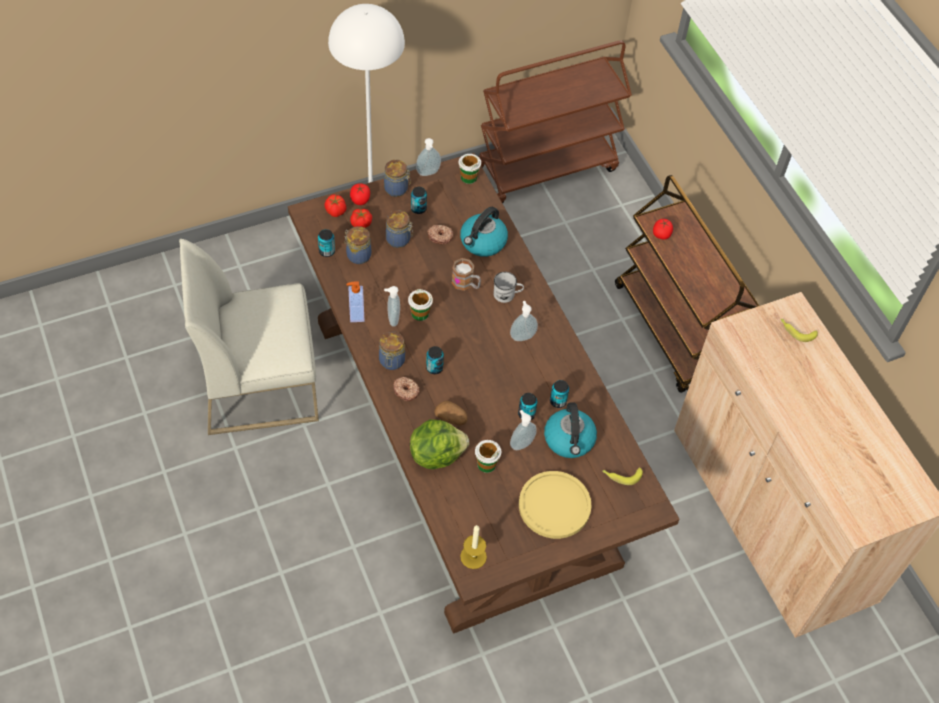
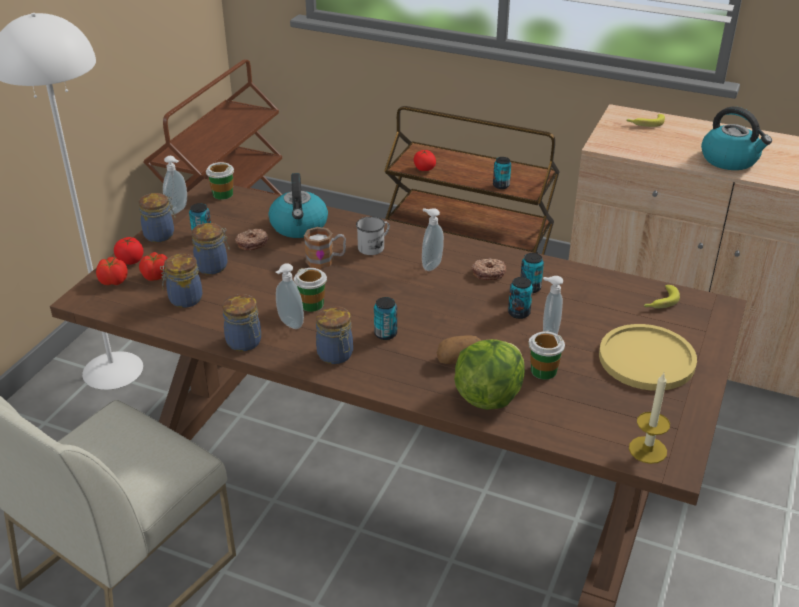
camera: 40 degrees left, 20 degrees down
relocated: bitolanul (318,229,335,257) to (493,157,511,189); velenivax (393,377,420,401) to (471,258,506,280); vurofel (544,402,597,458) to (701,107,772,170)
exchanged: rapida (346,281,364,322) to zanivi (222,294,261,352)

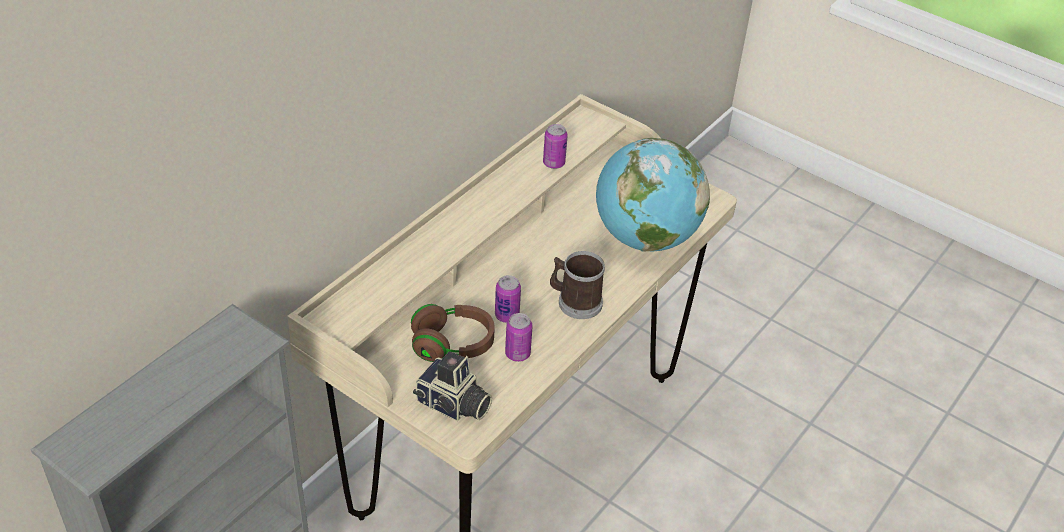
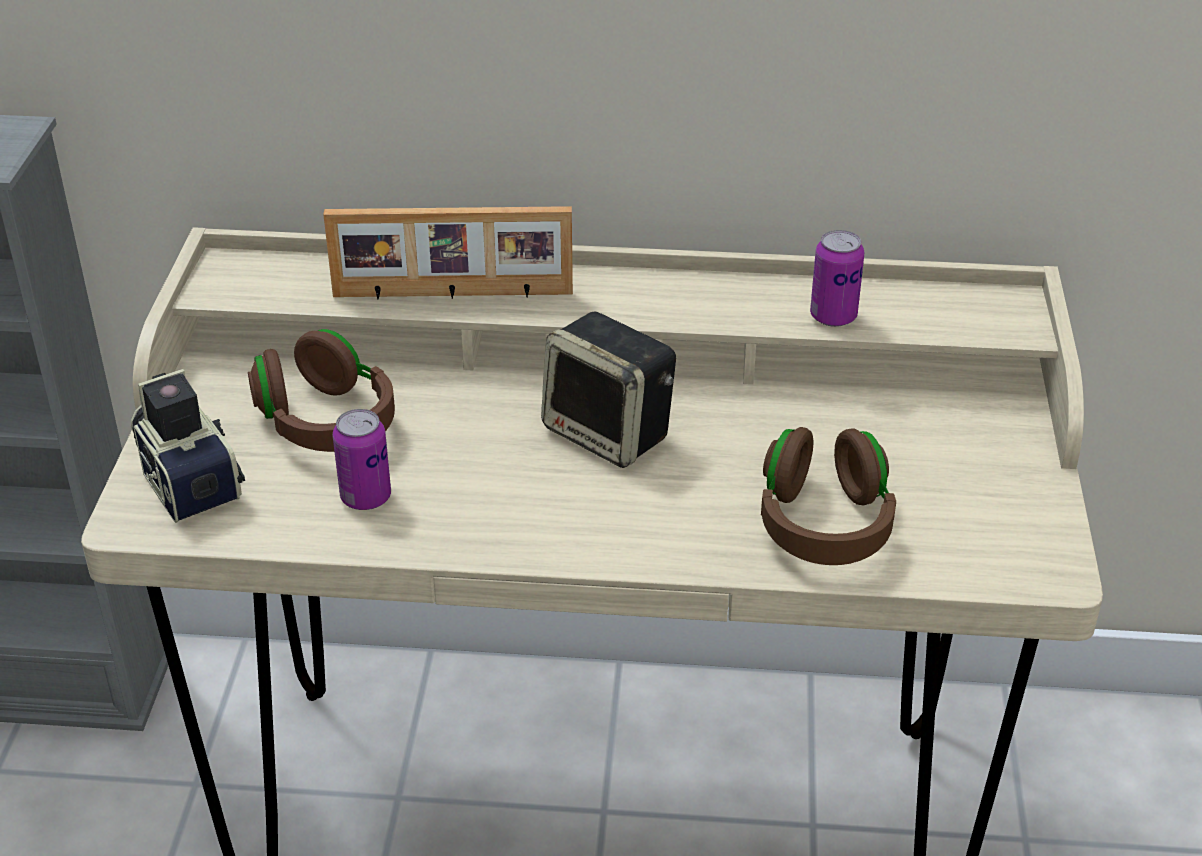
camera: 60 degrees right, 5 degrees down
missing: bitolanul (495,275,521,323); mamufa (550,251,605,319)
appeared: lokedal (323,206,573,299); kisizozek (541,312,676,468)
exchanged: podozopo (596,138,710,251) to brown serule (761,427,896,565)
spun: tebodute (413,351,492,421) = (131,369,245,523) 150 degrees clockwise

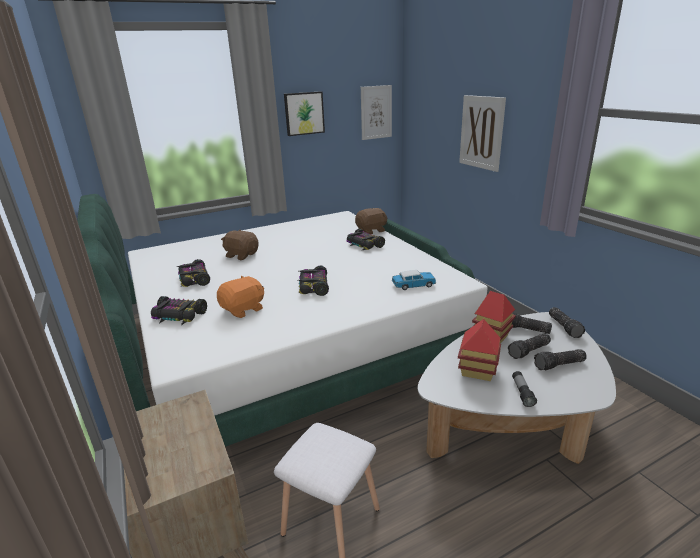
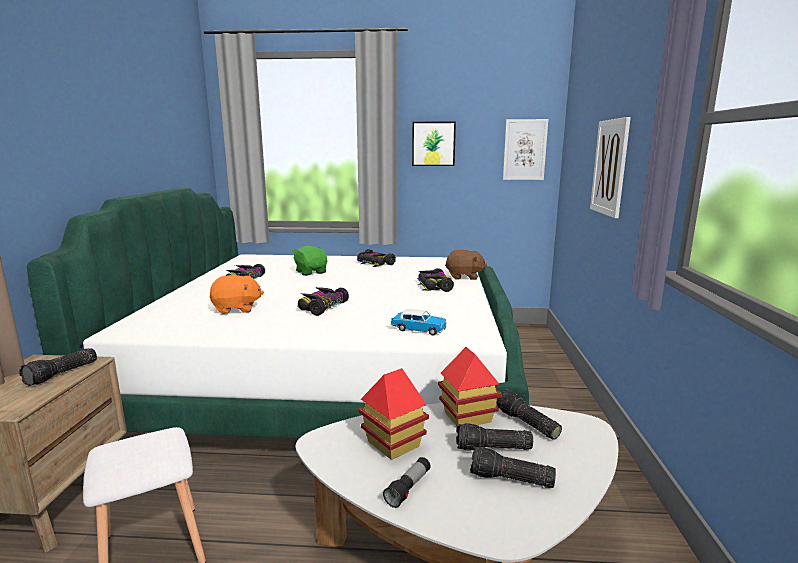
camera: 30 degrees right, 10 degrees down
relocated: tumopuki (151,296,207,325) to (357,249,396,267); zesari (549,307,585,338) to (19,348,97,386)
colour: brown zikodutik (221,229,259,260) to green zikodutik (292,246,327,276)

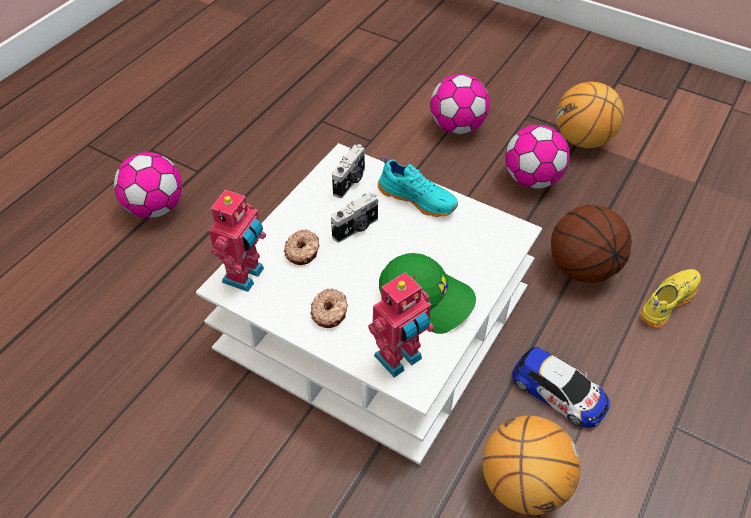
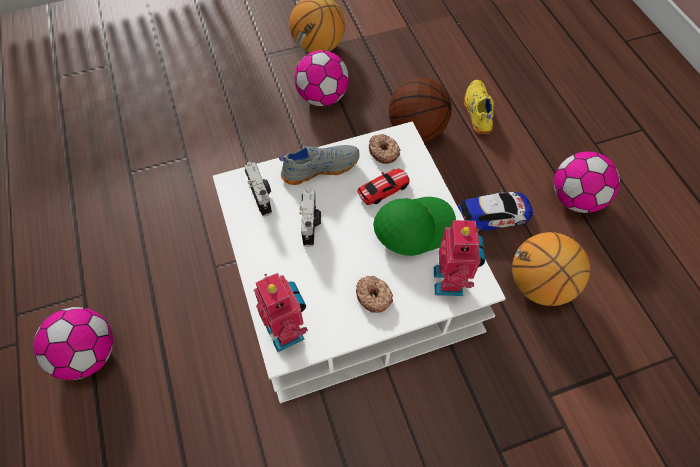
camera: 50 degrees left, 10 degrees up
appeared: tumopuki (357,169,410,205)
relocated: velenivax (284,229,320,265) to (369,134,400,164); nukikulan (430,74,490,134) to (554,152,620,213)
colour: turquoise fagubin (378,156,458,217) to grey fagubin (279,145,359,185)

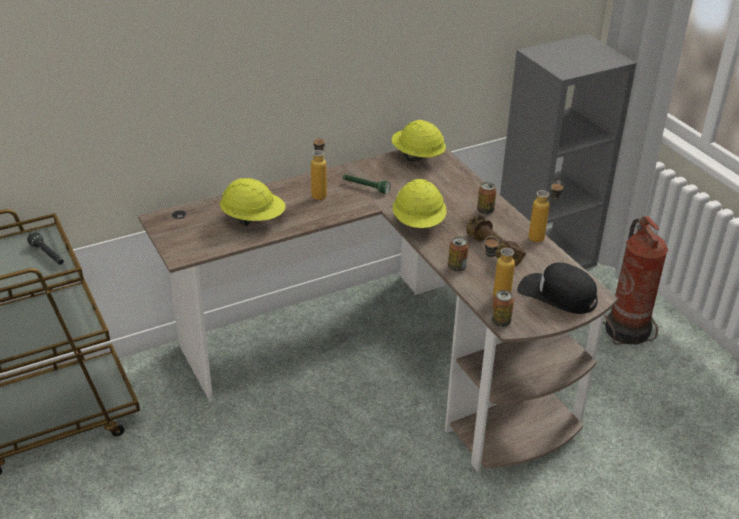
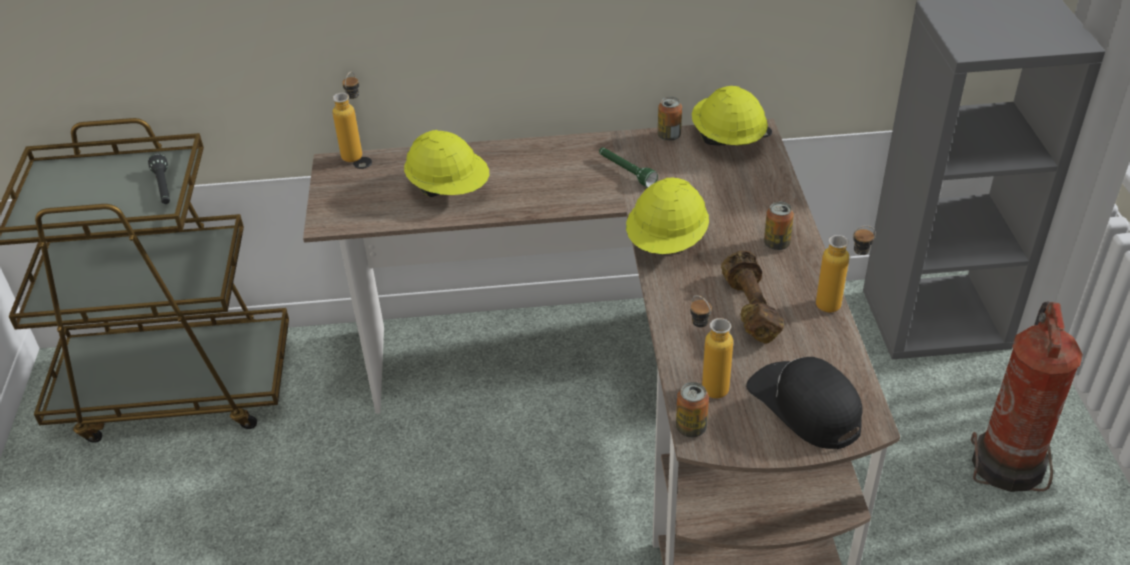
camera: 25 degrees right, 5 degrees up
relocated: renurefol (311,135,327,200) to (332,71,362,162); bitolanul (448,237,469,272) to (658,97,682,141)

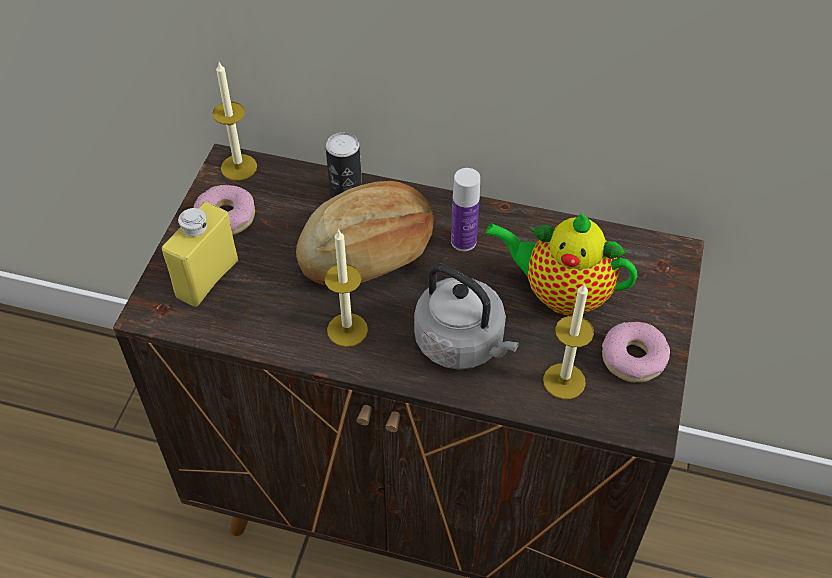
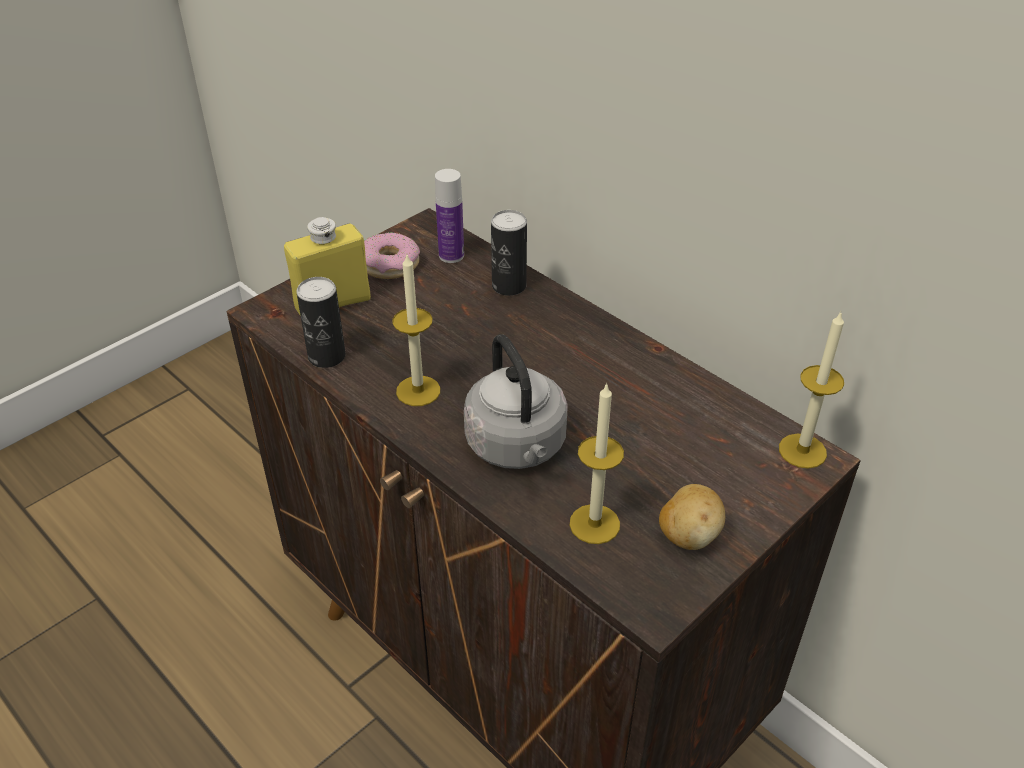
camera: 30 degrees right, 10 degrees down
missing: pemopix (296,181,434,286); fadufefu (485,212,637,316)
appeared: bitolanul (296,277,346,368)
relocated: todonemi (212,62,257,181) to (779,312,844,469); renurefol (451,168,480,251) to (435,169,464,263)
exchanged: velenivax (602,322,670,383) to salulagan (659,484,725,550)

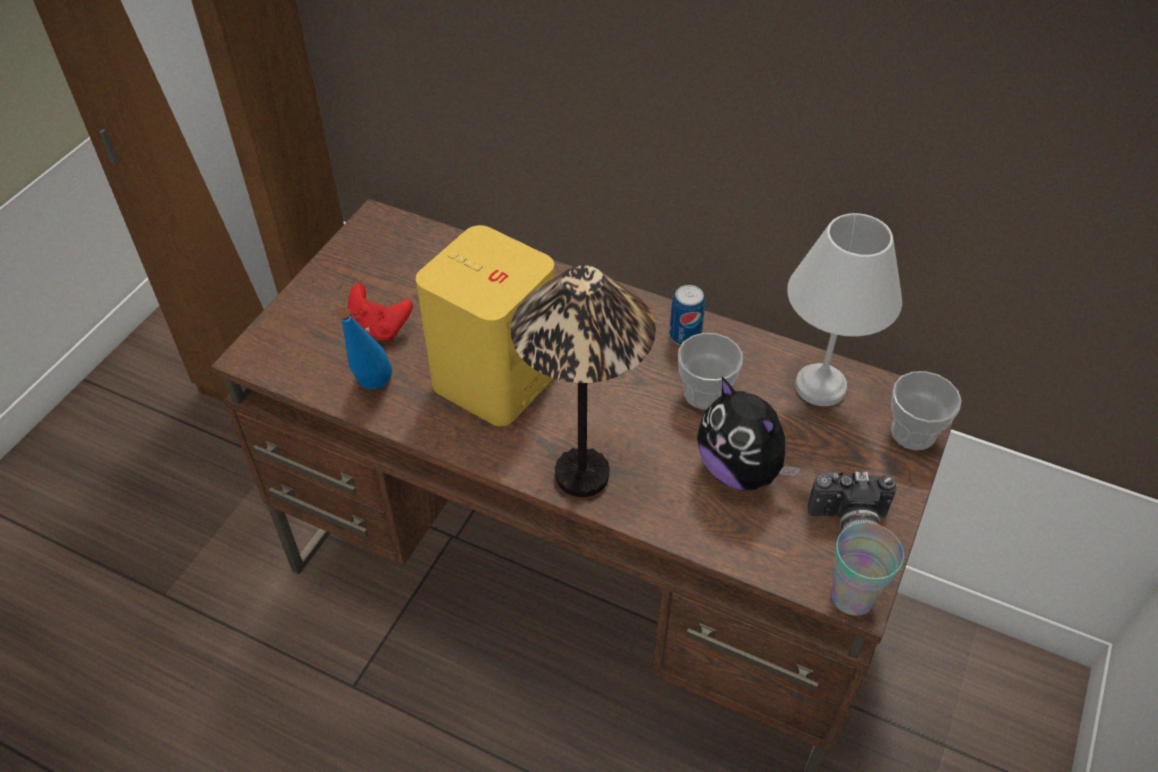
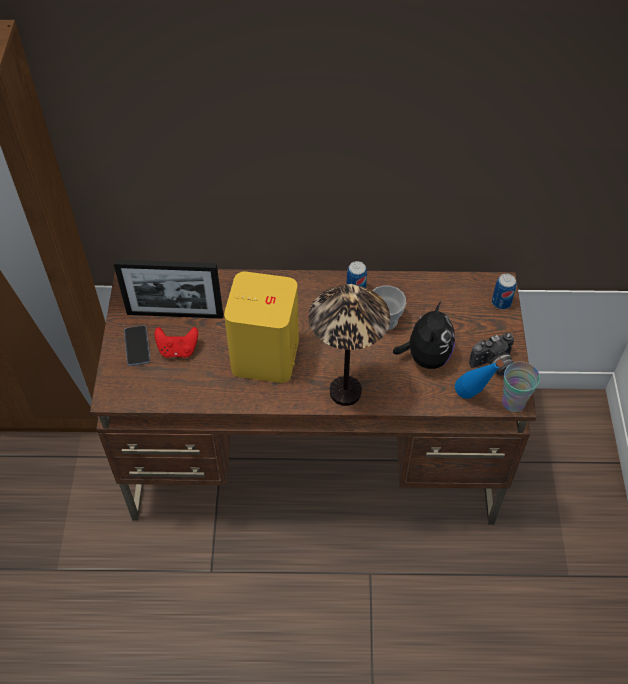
camera: 25 degrees left, 5 degrees up
missing: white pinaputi (787,213,902,406)
appeared: lokedal (114,260,223,319); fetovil (124,325,150,366)
relocated: blue renurefol (337,307,392,389) to (455,359,504,399)
exchanged: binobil (891,371,962,450) to bitolanul (492,274,517,309)
spun: zikodutik (697,377,801,490) = (393,302,455,369) 105 degrees counterclockwise

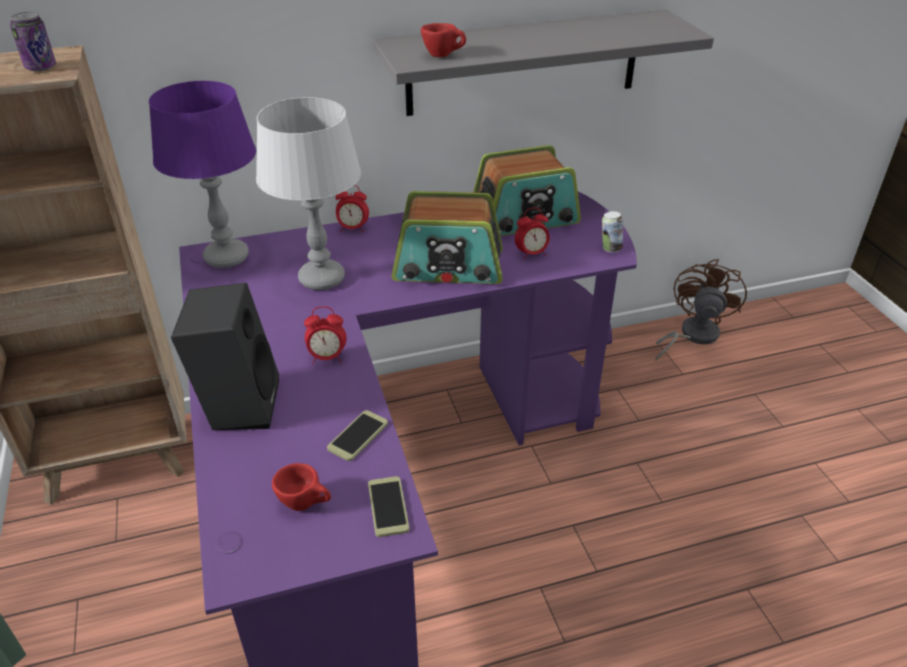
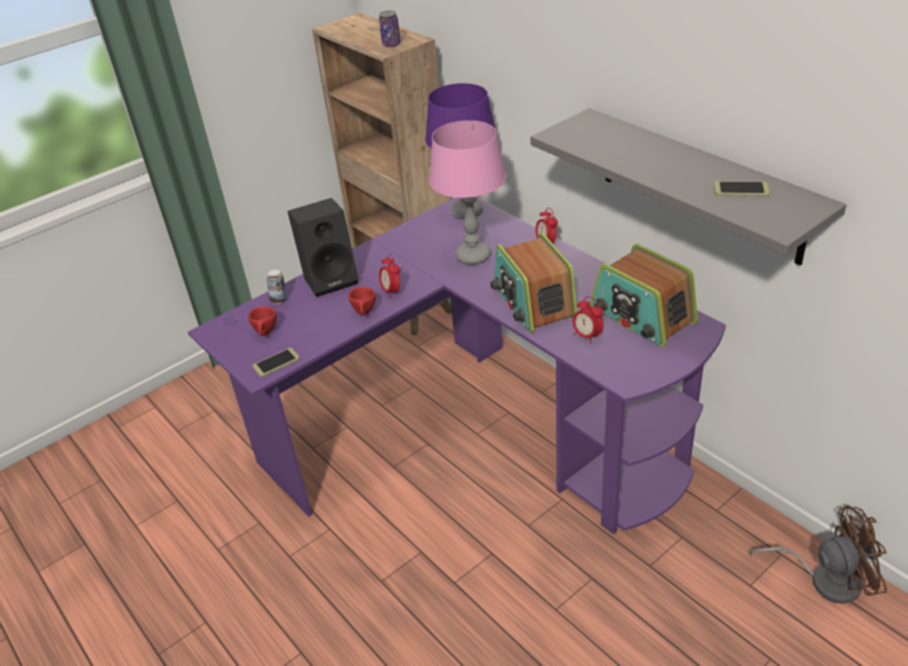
camera: 70 degrees right, 0 degrees up
relocated: fetovil (327,410,388,461) to (714,181,770,197); red binobil (421,23,466,57) to (349,287,376,316); bitolanul (602,211,623,253) to (266,270,286,304)
colour: grey pinaputi (256,97,361,290) to pink pinaputi (429,120,506,265)

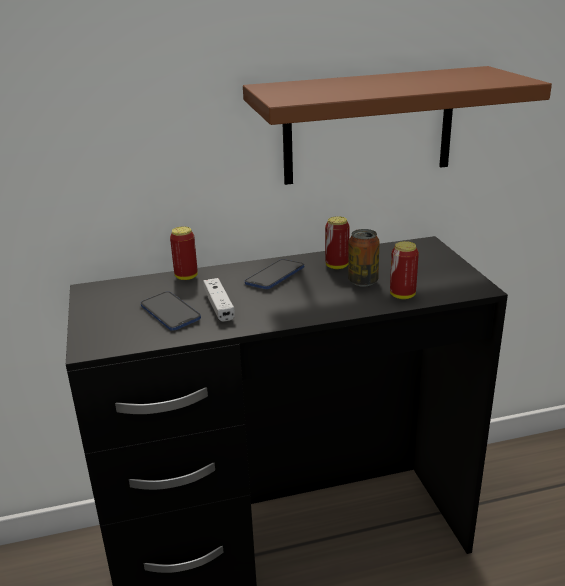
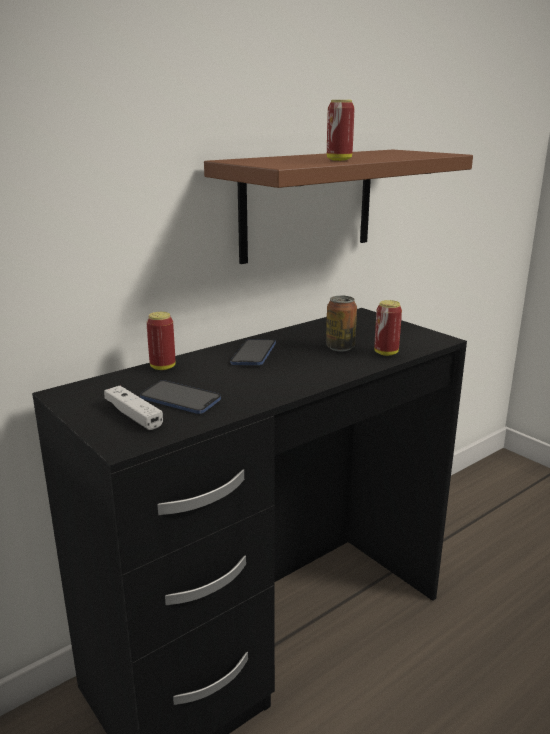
camera: 25 degrees left, 5 degrees down
relocated: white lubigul (203,278,235,322) to (104,386,163,430); bitolanul (325,216,350,269) to (327,100,355,161)

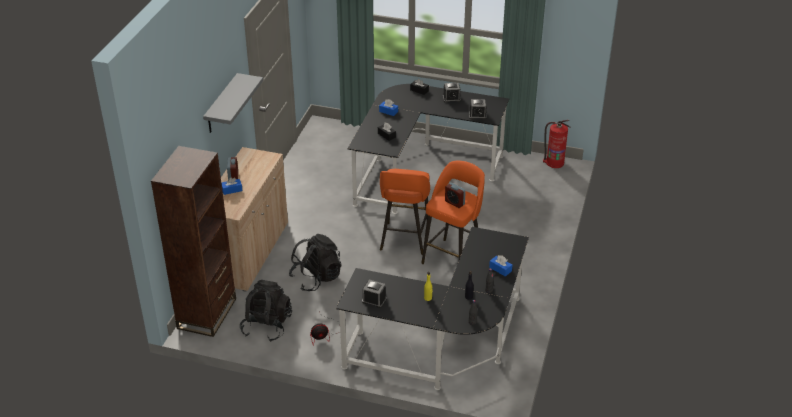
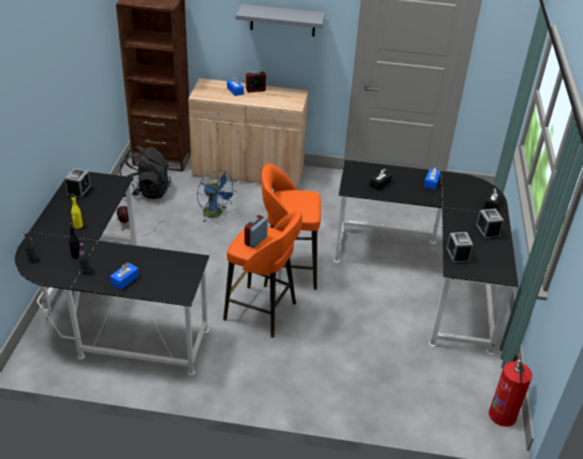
camera: 80 degrees right, 0 degrees up
exchanged: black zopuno (289,234,341,291) to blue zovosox (197,170,237,222)

